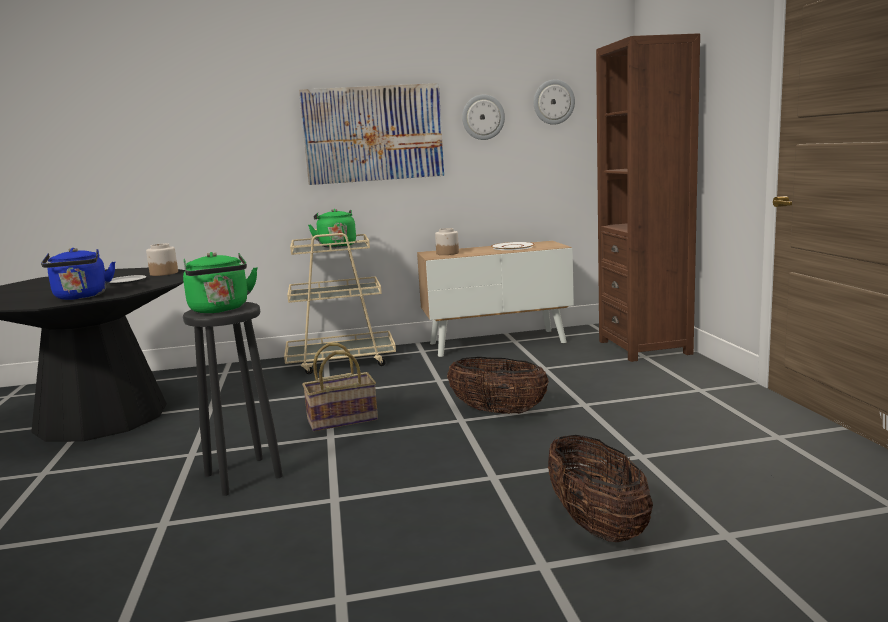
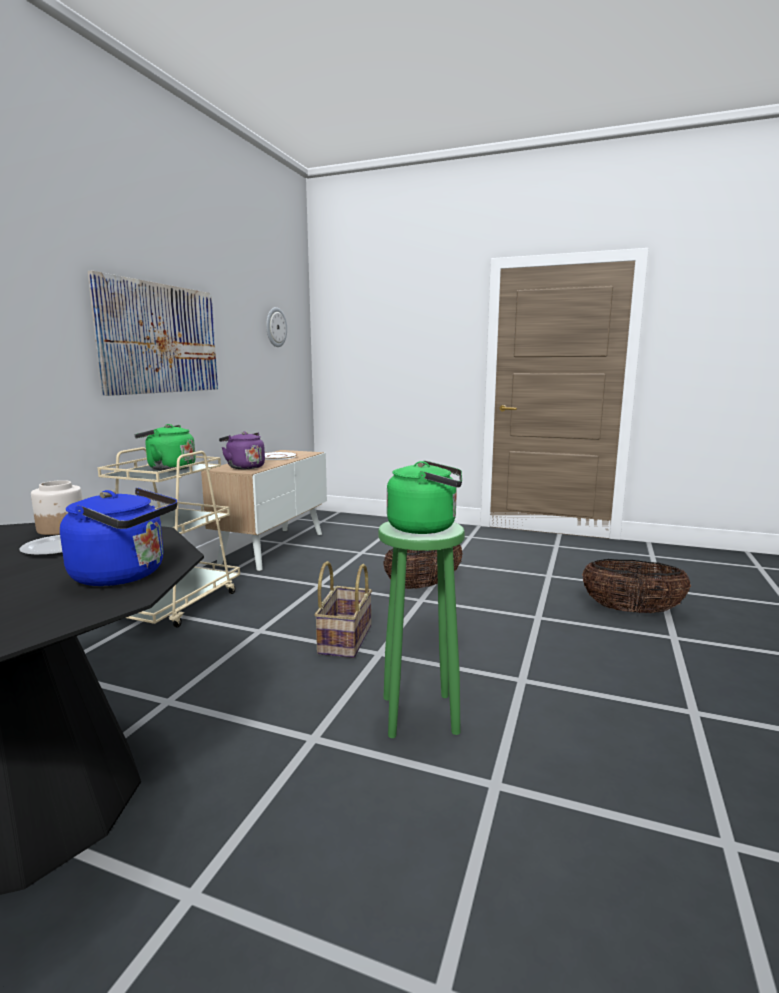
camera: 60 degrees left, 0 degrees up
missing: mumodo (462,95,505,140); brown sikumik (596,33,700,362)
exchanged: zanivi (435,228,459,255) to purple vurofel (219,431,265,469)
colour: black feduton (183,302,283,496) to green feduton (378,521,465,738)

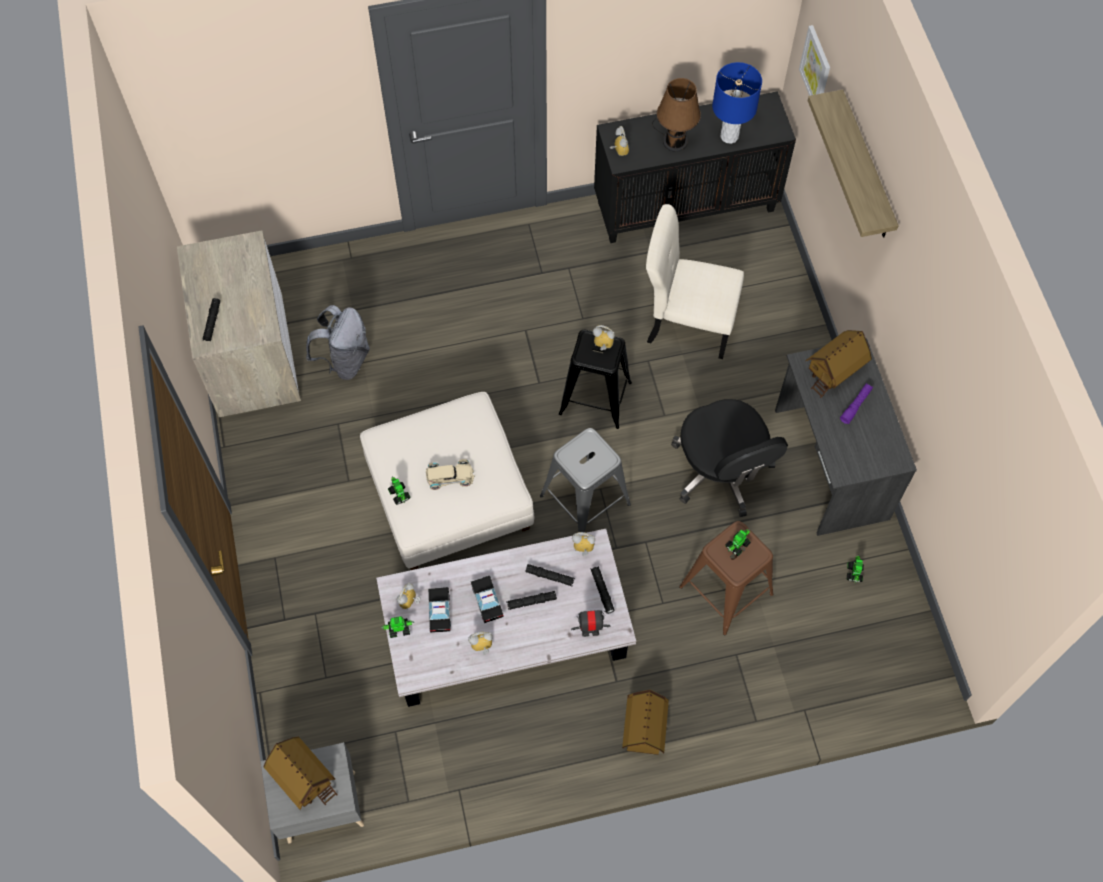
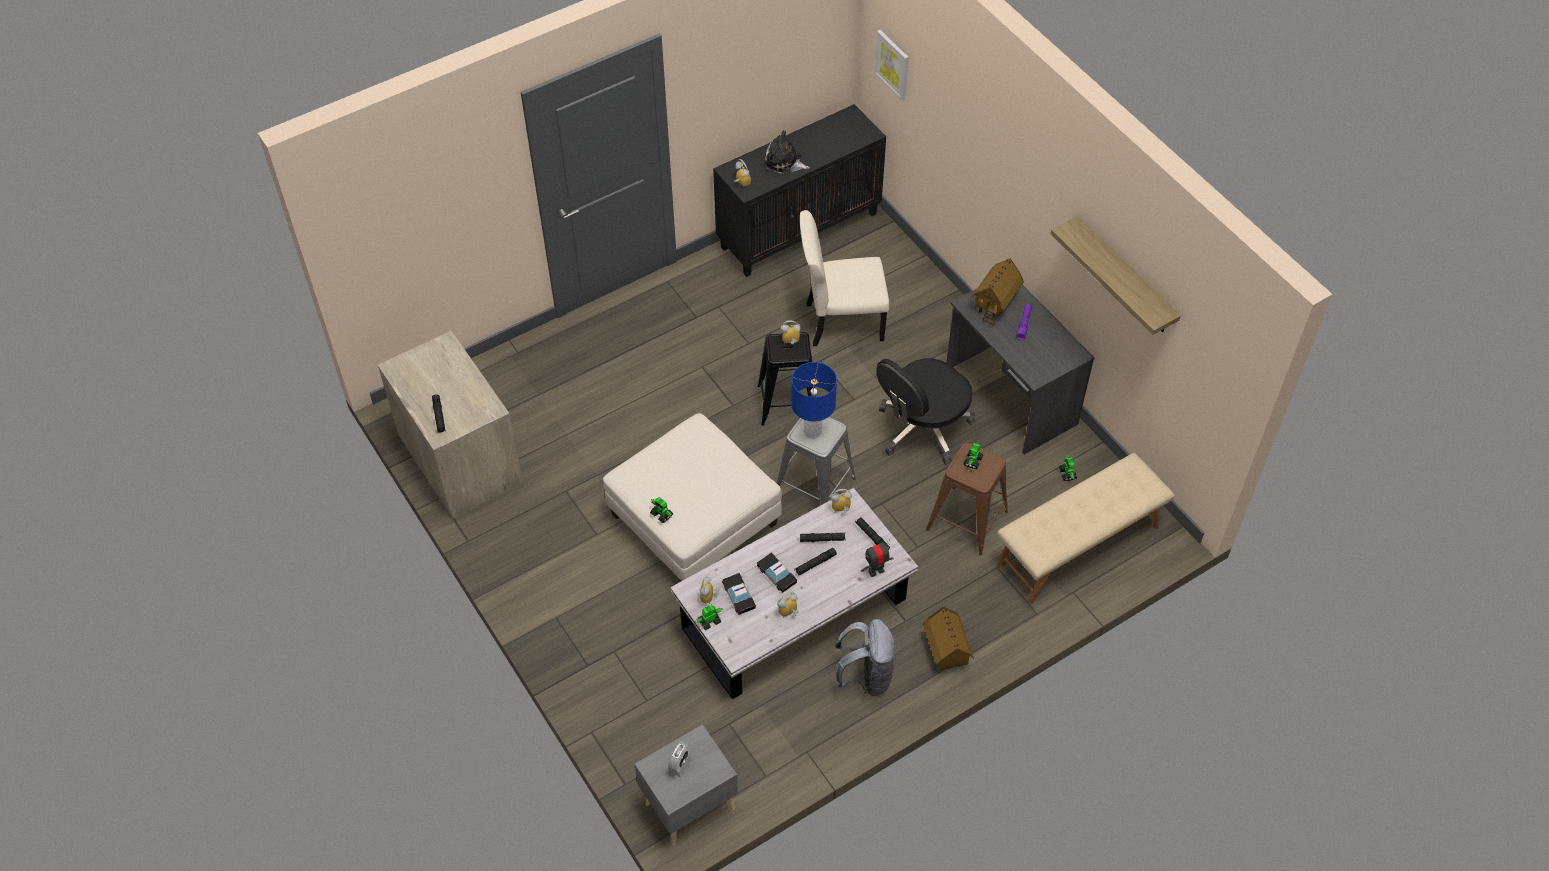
camera: 20 degrees left, 10 degrees down
missing: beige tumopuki (426,459,475,490)
appeared: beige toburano (997,453,1175,604)
relocated: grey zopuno (306,305,370,380) to (835,619,896,696); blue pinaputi (712,62,762,144) to (791,362,837,439); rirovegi (808,90,899,238) to (1050,216,1181,335)
exchanged: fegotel (263,737,337,810) to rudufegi (668,741,692,777); brown pinaputi (652,78,701,152) to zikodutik (764,130,809,174)
spun: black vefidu (671,399,788,517) = (876,358,975,465) 90 degrees clockwise

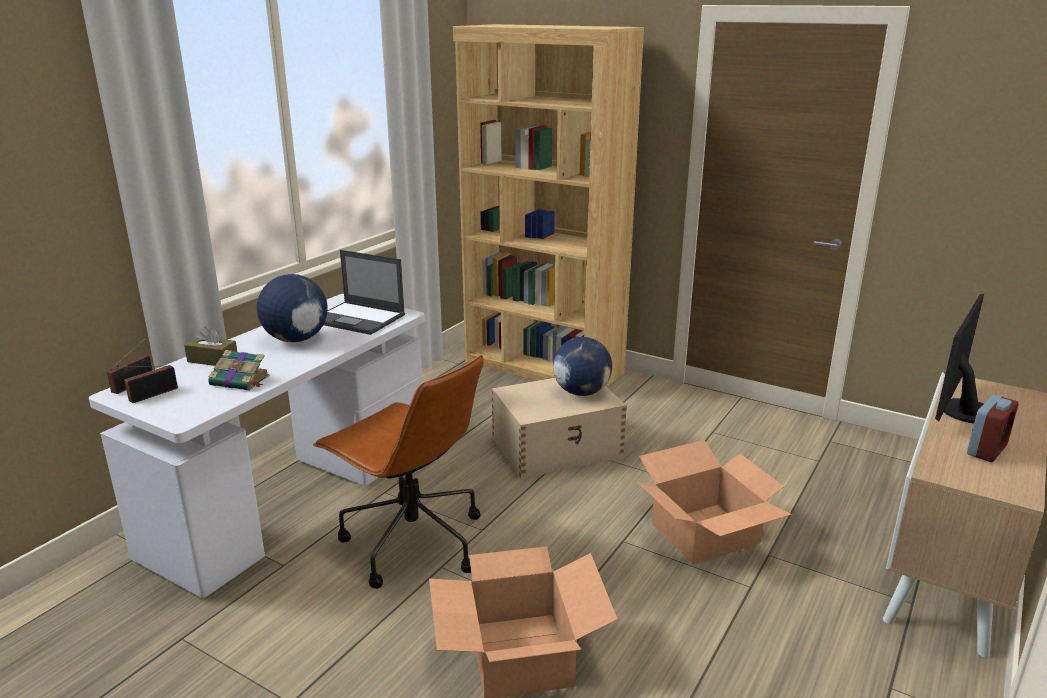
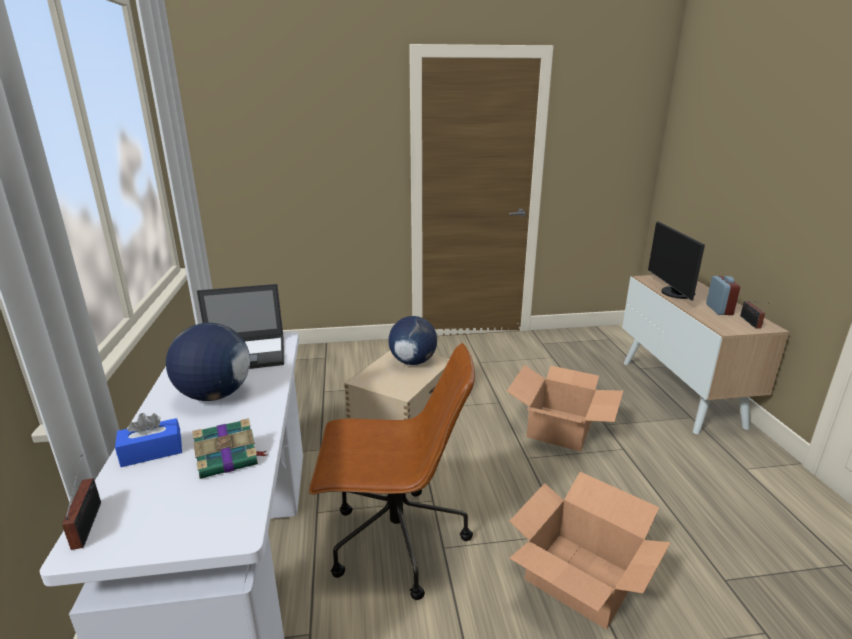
camera: 40 degrees left, 0 degrees up
missing: brown sikumik (453,24,644,387)
relocated: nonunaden (117,365,178,403) to (740,301,765,329)
colour: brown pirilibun (184,326,237,366) to blue pirilibun (115,413,182,467)

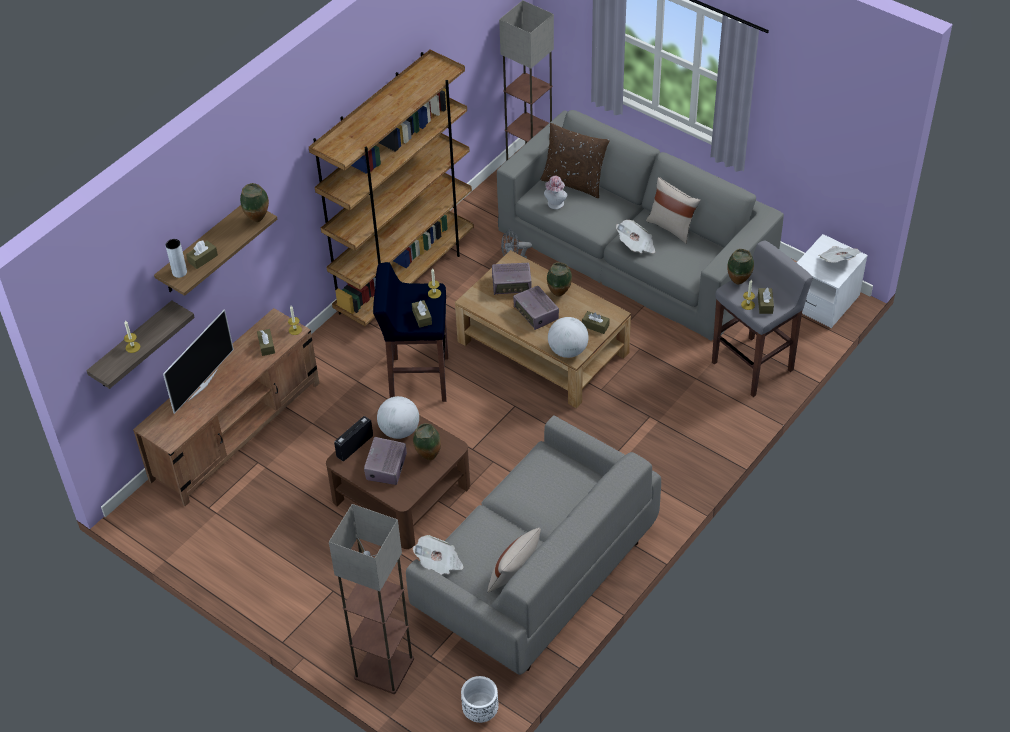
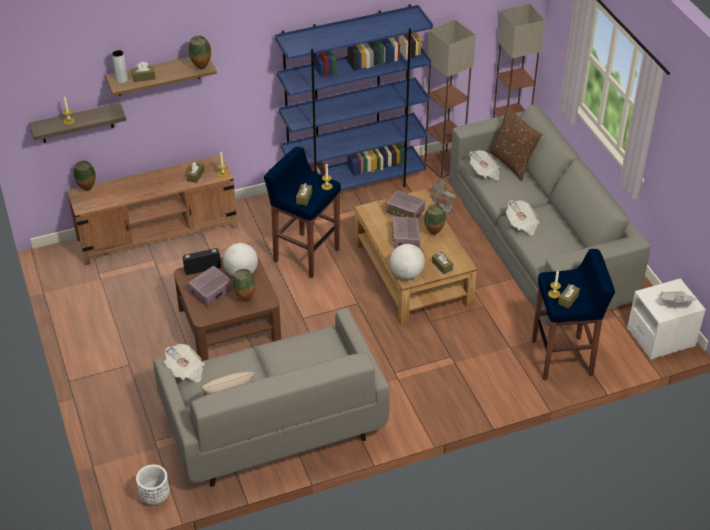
camera: 30 degrees right, 5 degrees down
missing: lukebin (163,309,234,414); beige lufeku (646,177,701,244)
relocated: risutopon (329,504,414,694) to (423,20,476,178); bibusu (727,249,754,285) to (74,160,96,191)
exchanged: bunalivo (544,176,568,209) to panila (469,150,500,181)
colour: brown sikumik (309,50,474,326) to blue sikumik (275,4,433,191); grey feduton (712,240,813,397) to blue feduton (532,249,615,380)

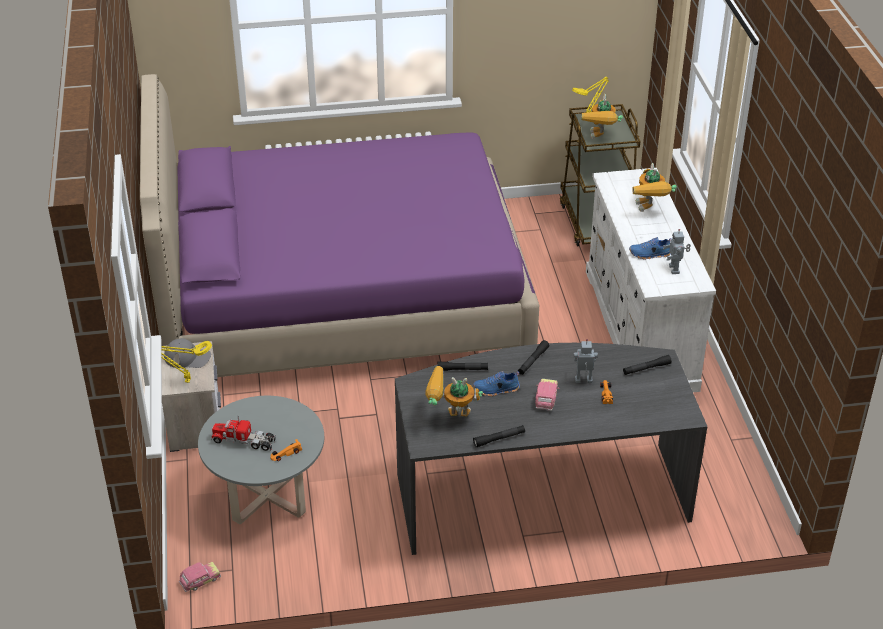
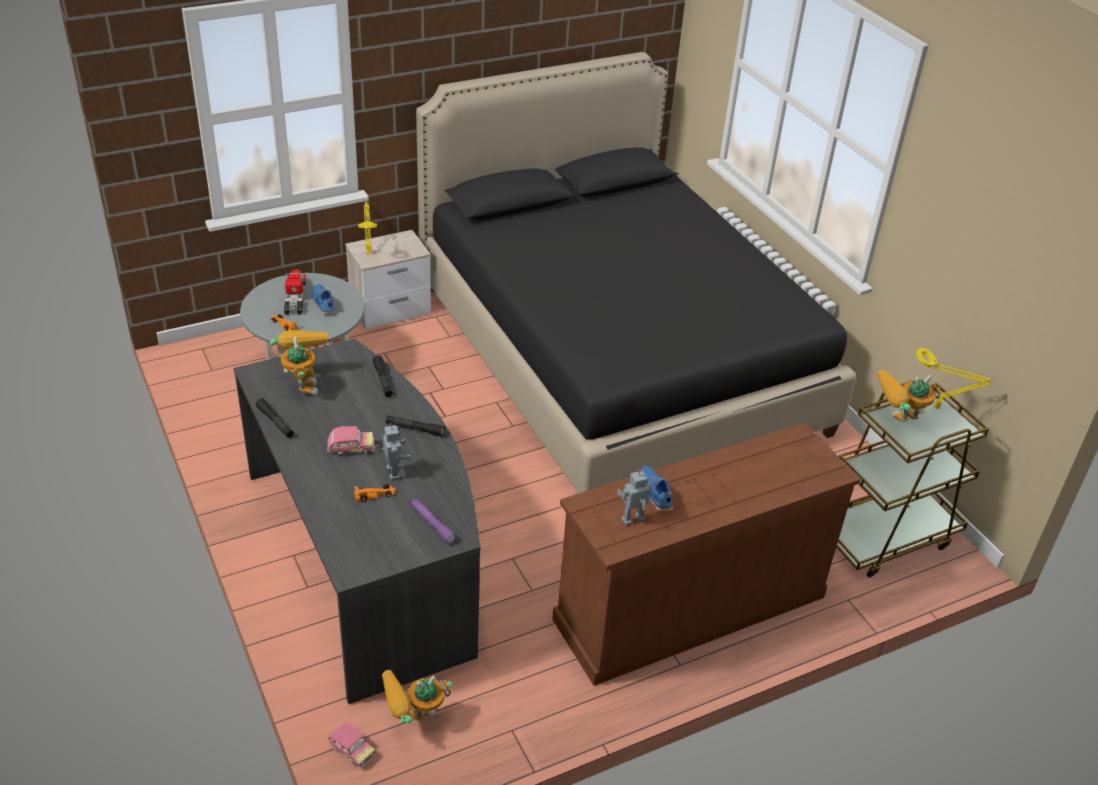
camera: 70 degrees right, 0 degrees up
missing: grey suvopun (164,338,211,368)
relocated: tumopuki (179,562,221,592) to (327,722,376,769); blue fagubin (473,371,520,397) to (311,284,336,315); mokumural (632,163,677,212) to (382,670,452,724)
colour: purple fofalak (140,74,539,377) to black fofalak (416,52,856,494); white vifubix (586,168,716,392) to brown vifubix (552,423,860,686); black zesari (623,355,672,375) to purple zesari (411,498,457,544)

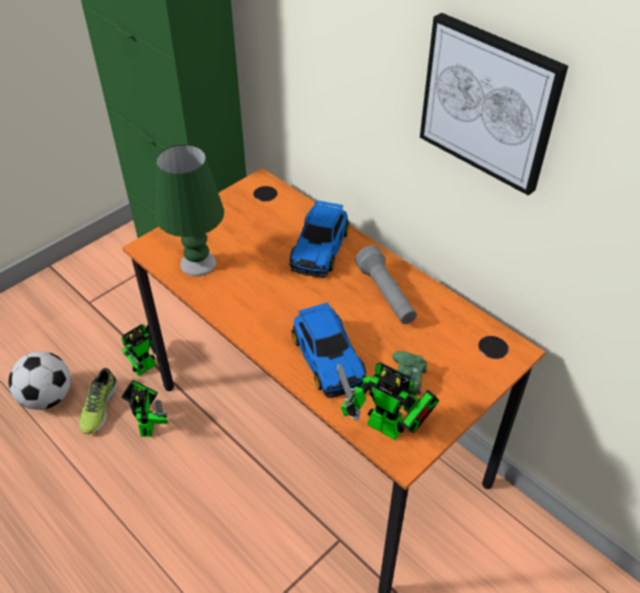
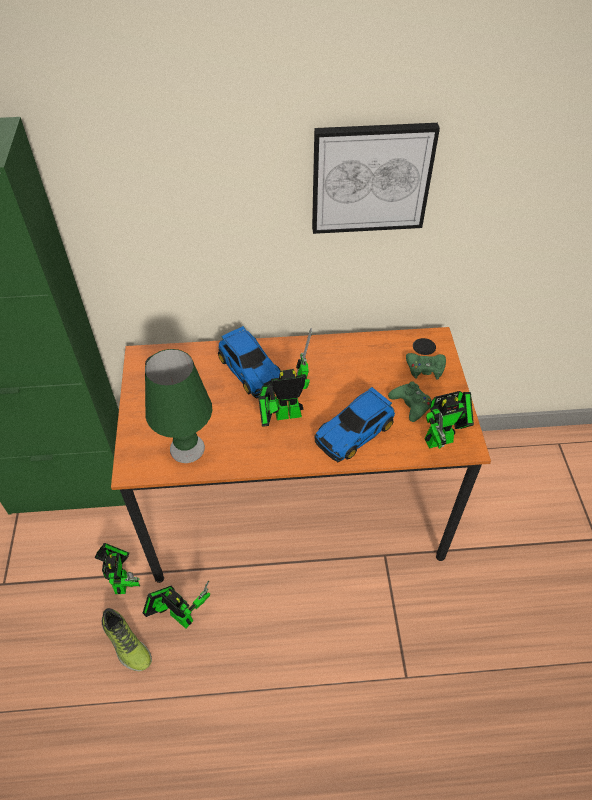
camera: 50 degrees left, 5 degrees up
missing: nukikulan (9,351,71,410); grey zesari (355,245,417,324)
appeared: mokumural (258,328,312,427); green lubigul (406,353,446,379)
spun: tumopuki (291,302,367,398) = (314,387,395,462) 120 degrees clockwise

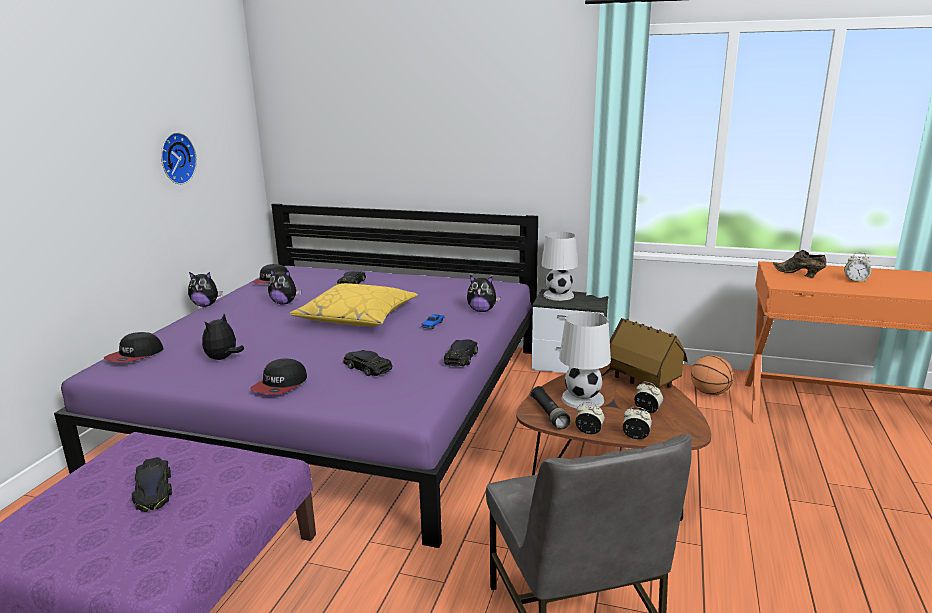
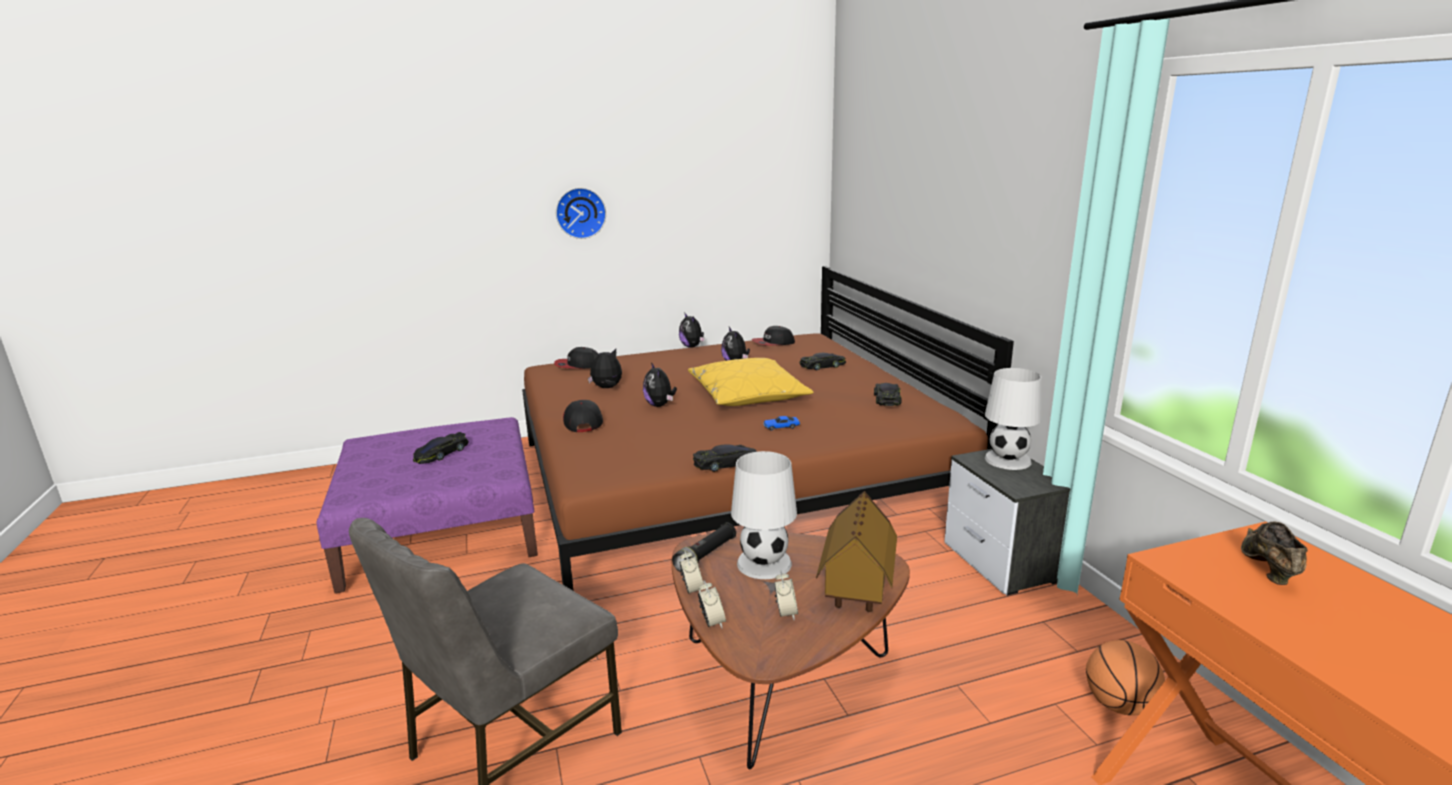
camera: 55 degrees right, 0 degrees up
missing: rudufegi (844,252,871,282)
relocated: mumodo (161,132,197,184) to (556,188,606,239); black tumopuki (343,350,392,376) to (874,383,902,406); zikodutik (467,275,500,312) to (643,362,677,407)
colour: purple fofalak (54,203,538,548) to brown fofalak (522,266,1014,591)
spun: suvopun (250,358,307,394) = (563,400,603,432) 90 degrees clockwise

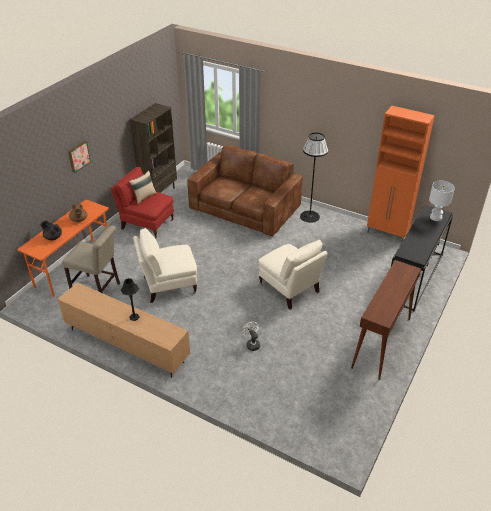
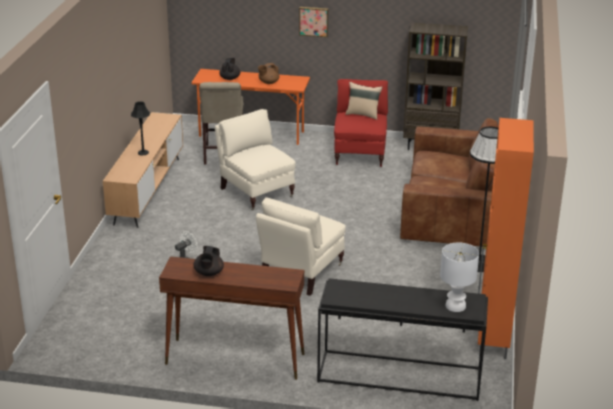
camera: 70 degrees right, 10 degrees down
appeared: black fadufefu (193,246,224,276)

